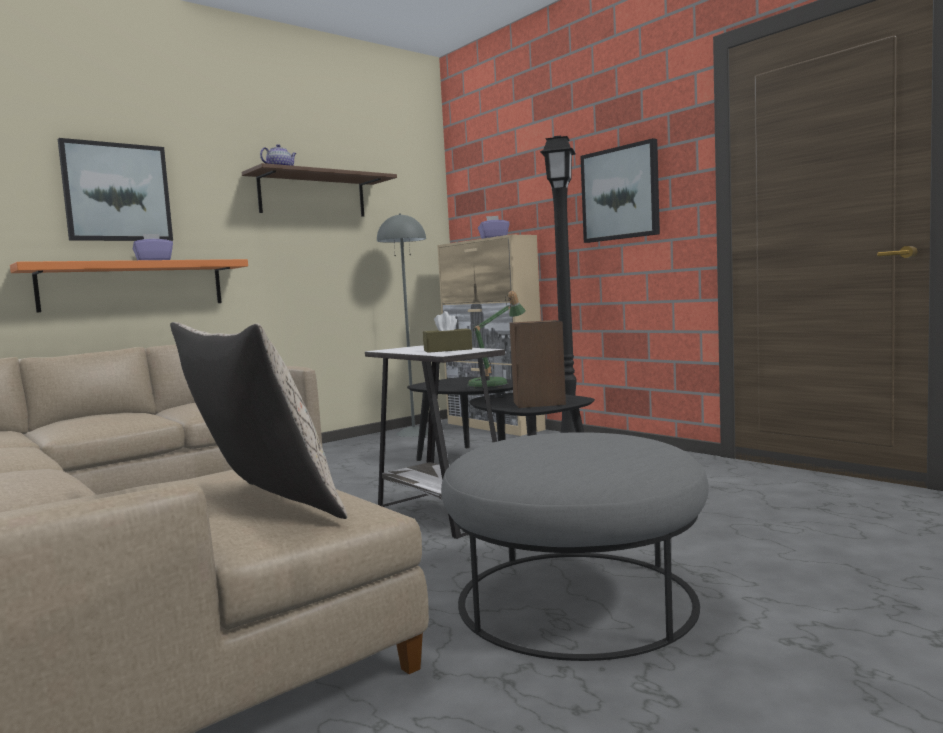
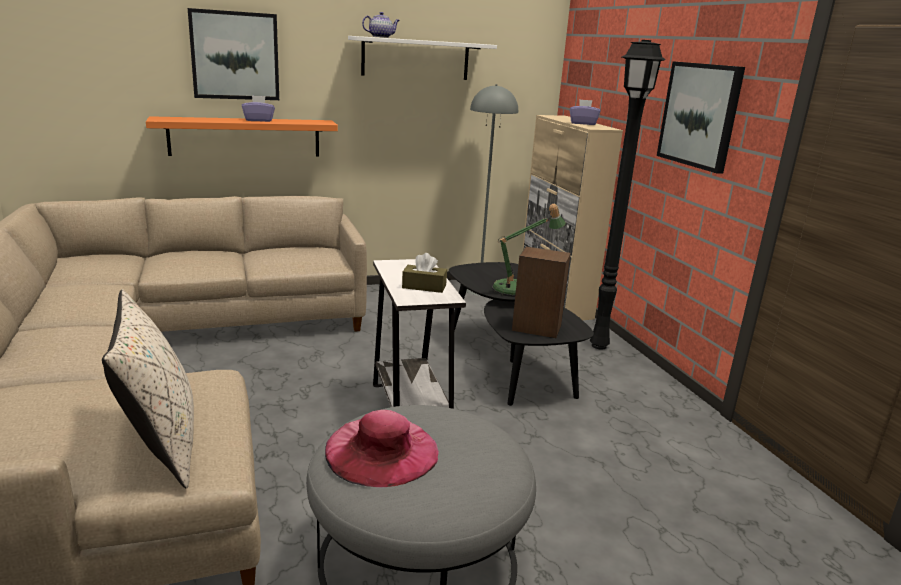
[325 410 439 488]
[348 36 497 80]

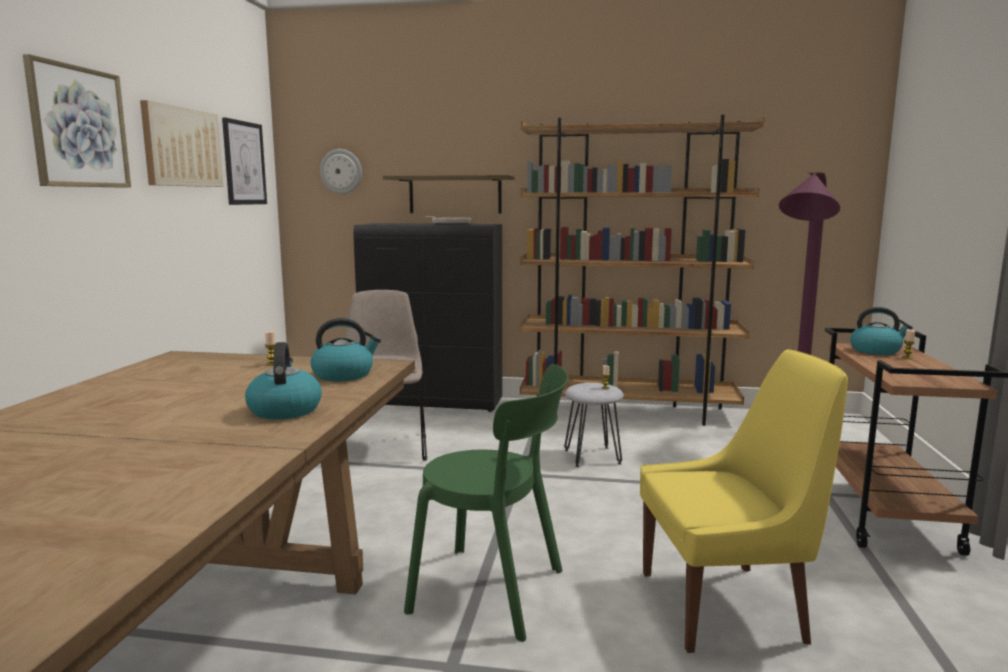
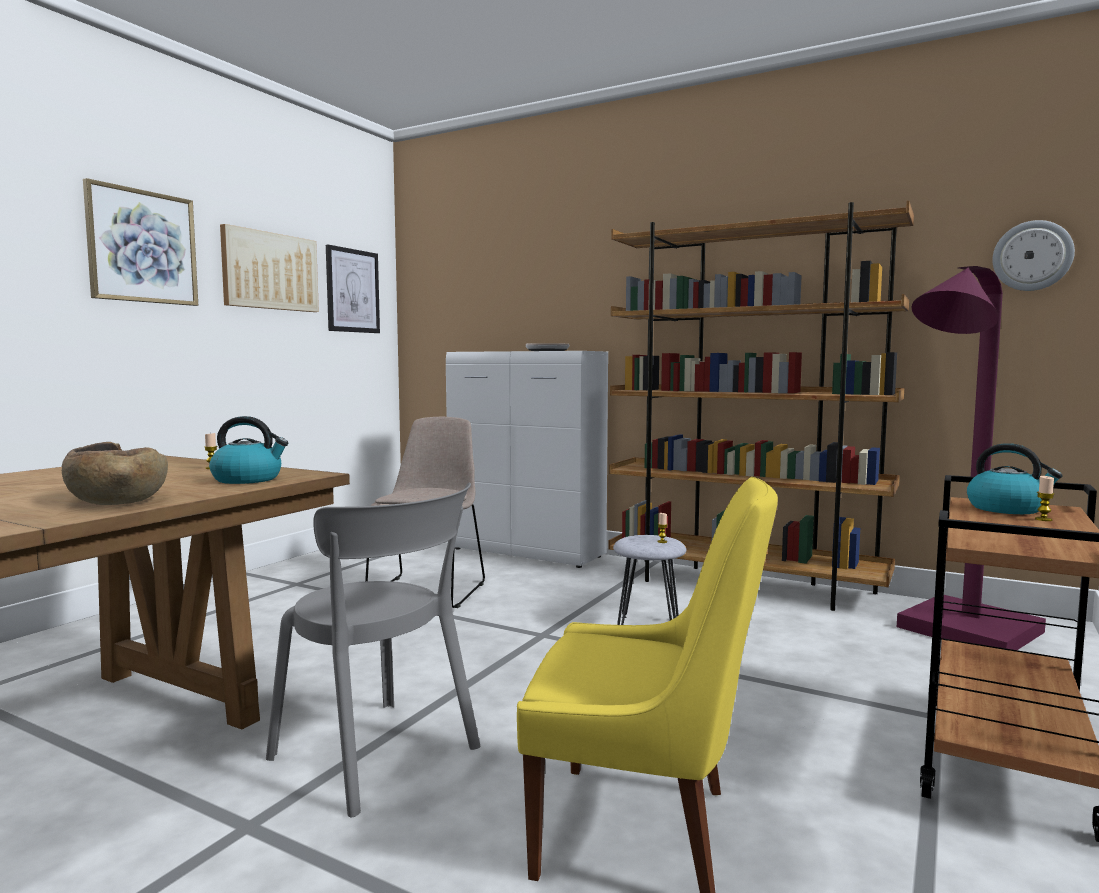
[383 175 515 214] (first image)
[992 220 1075 291]
[62 442 168 505]
[446 351 608 568]
[266 483 480 817]

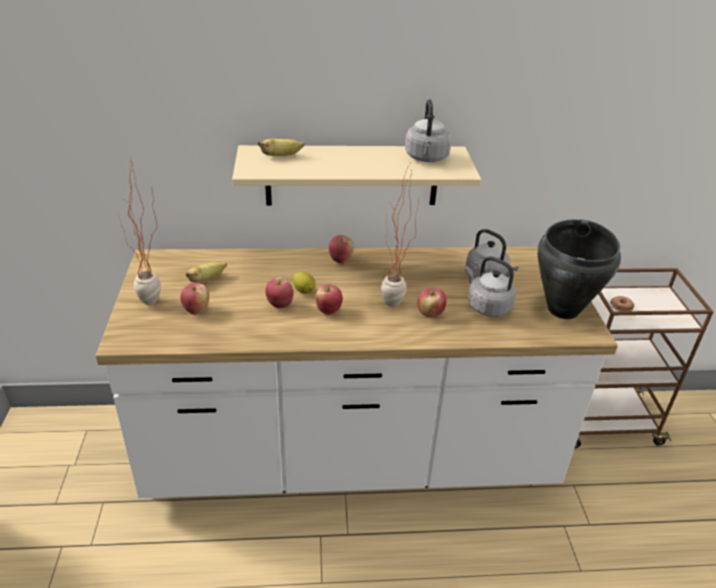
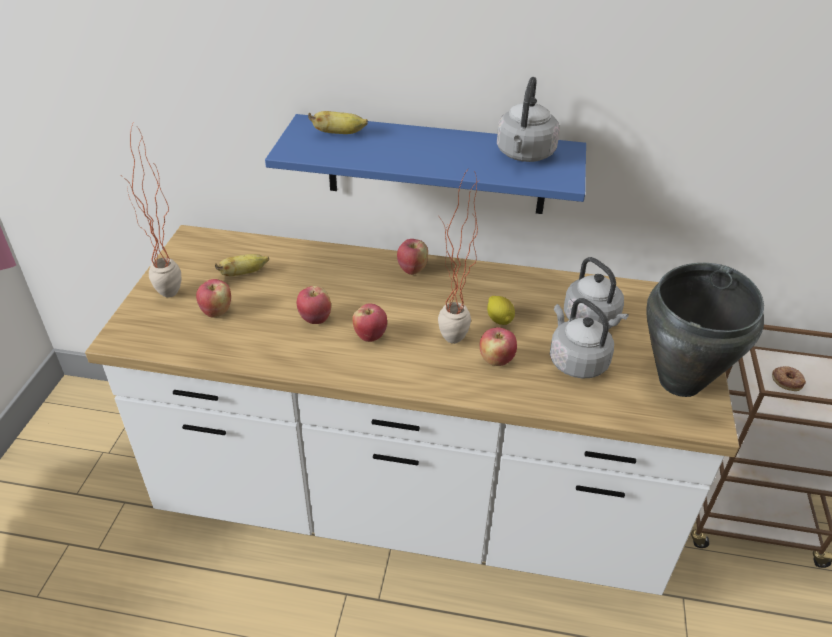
[487 296 515 325]
[265 114 586 214]

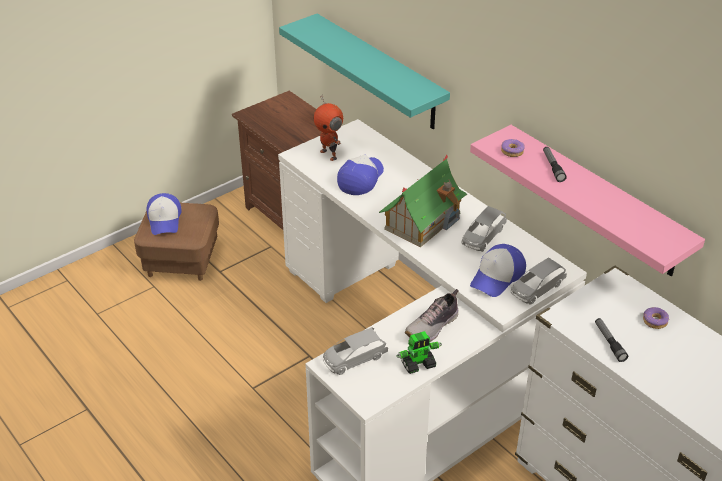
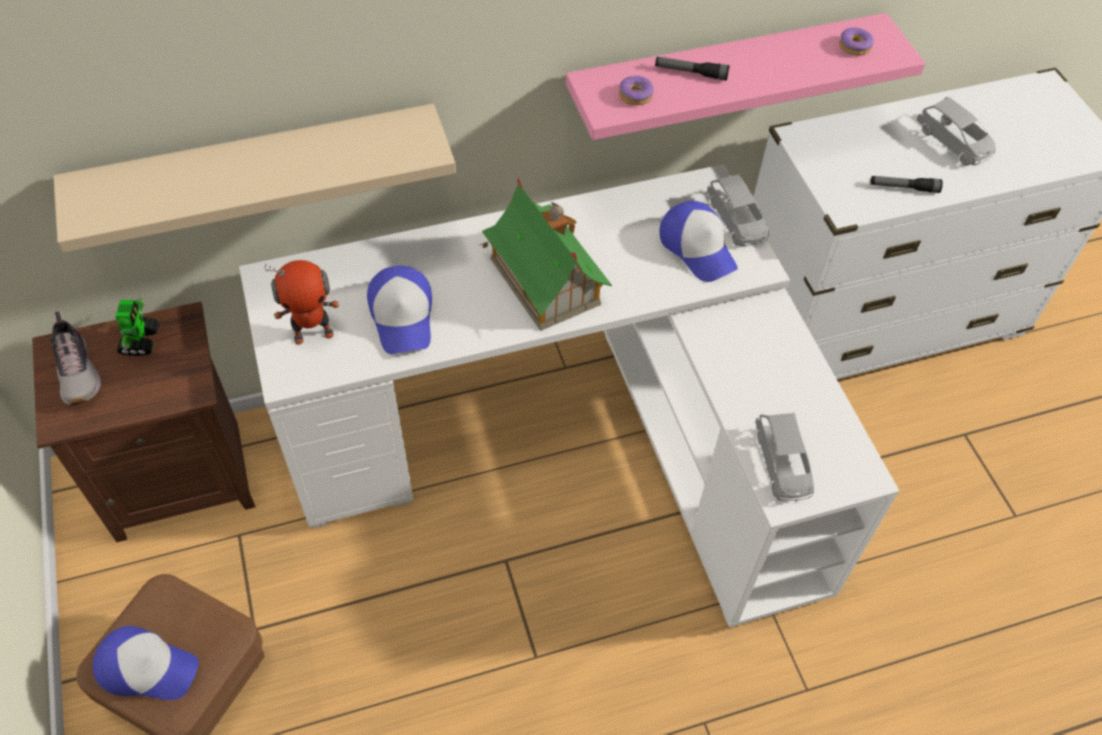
[115 298 159 356]
[50 311 101 405]
[917 97 996 166]
[839 28 874 56]
[53 104 456 253]
[367 266 432 354]

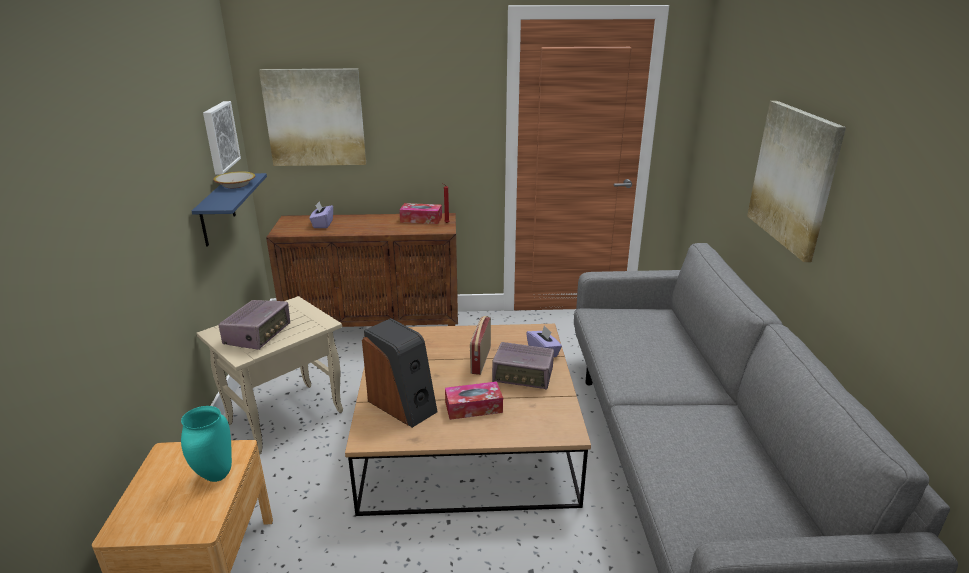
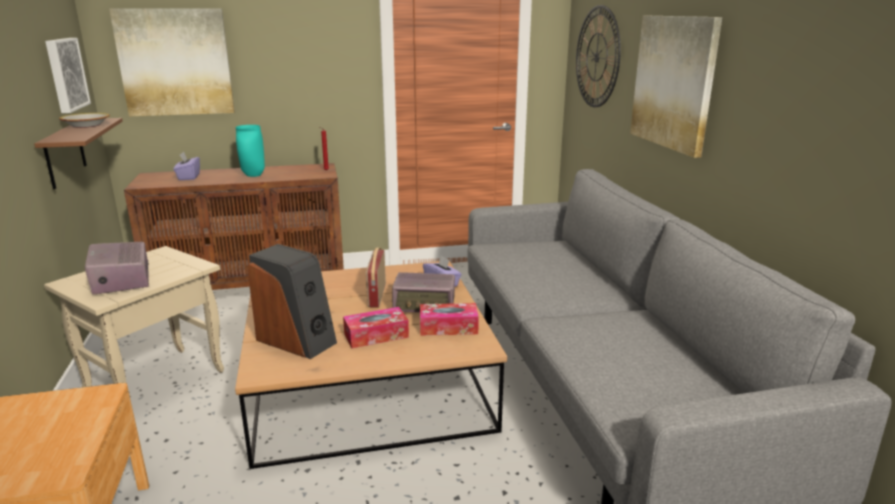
[576 5 621 107]
[236 125 265 177]
[420 303 479 336]
[34 118 123 189]
[85 242 149 294]

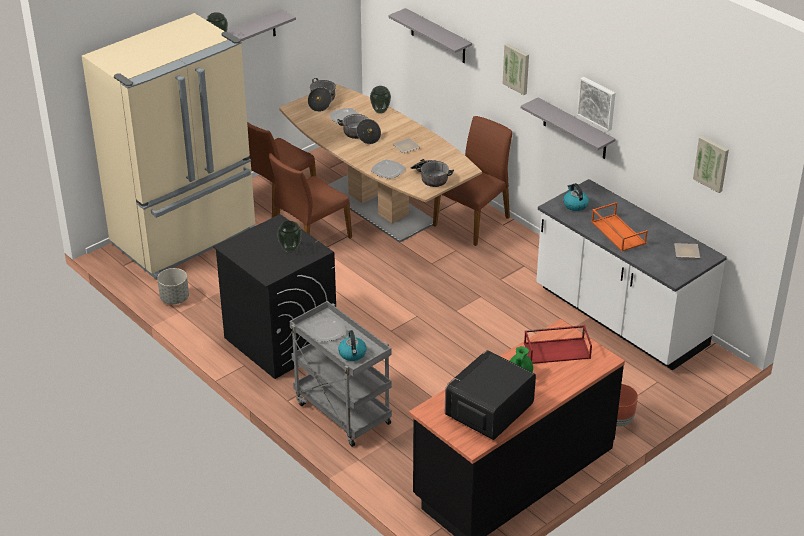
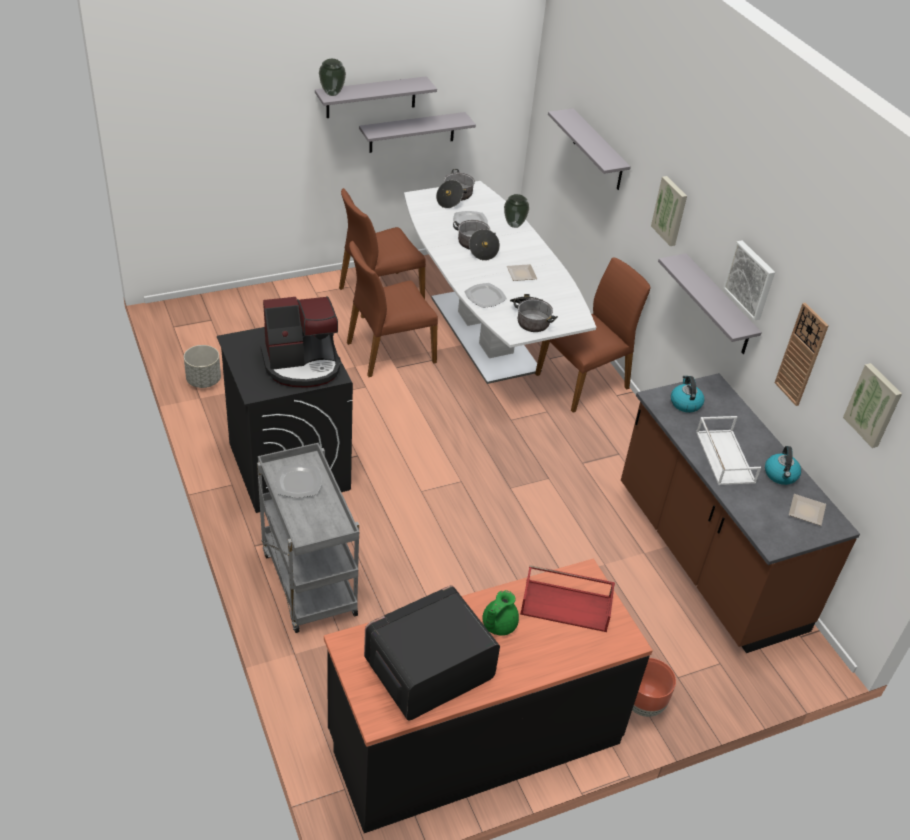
[82 13 255 280] (first image)
[359 112 476 153]
[775 303 829 406]
[765 446 801 485]
[261 296 340 388]
[404 181 596 384]
[621 373 860 653]
[696 416 761 485]

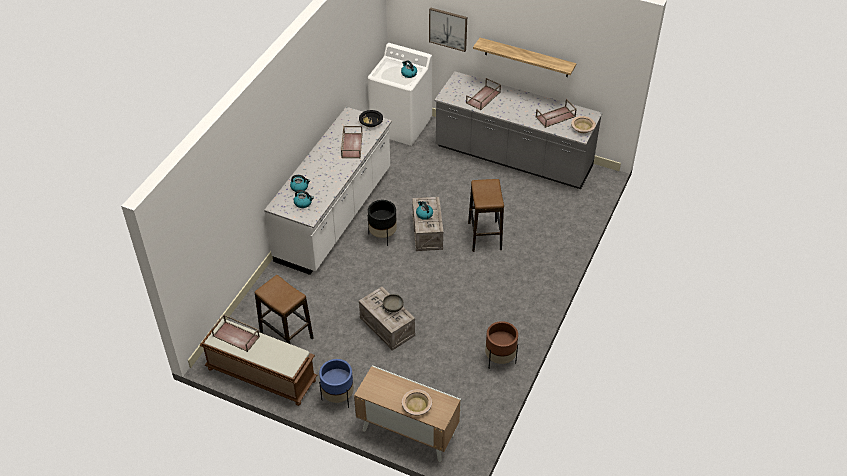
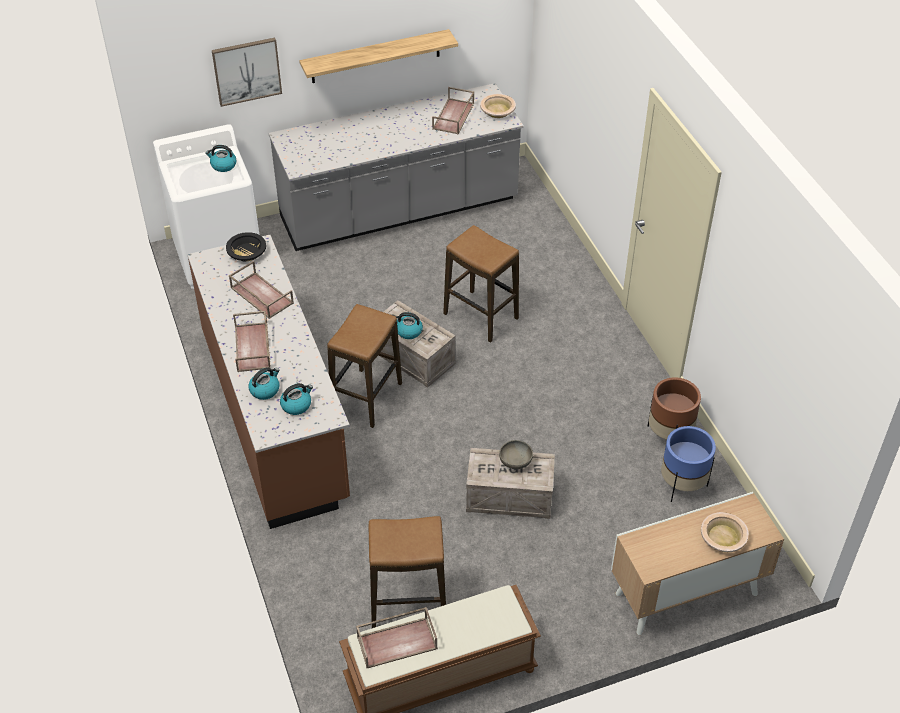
[661 426 716 502]
[233 311 271 372]
[327 304 402 428]
[187 235 350 529]

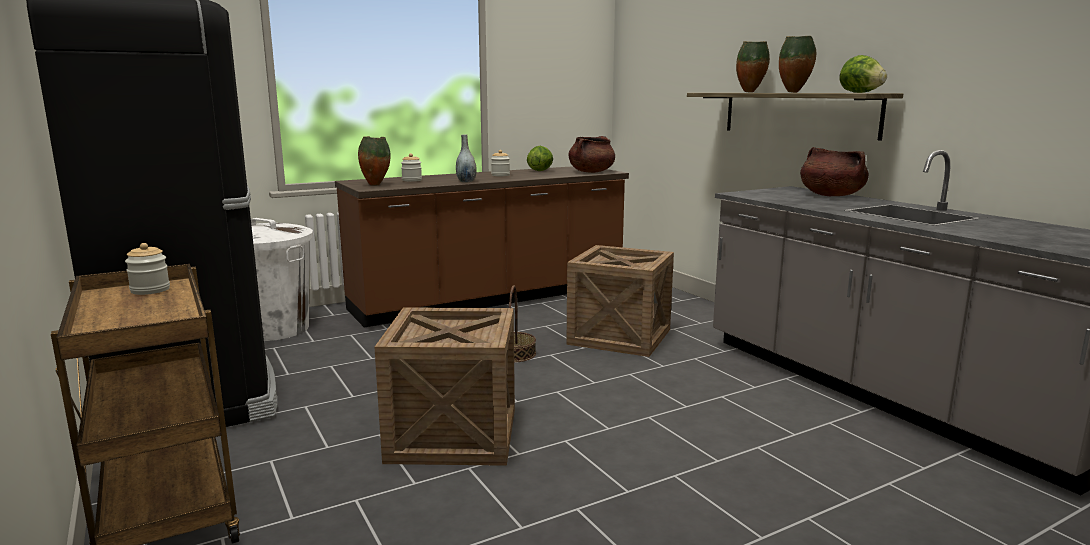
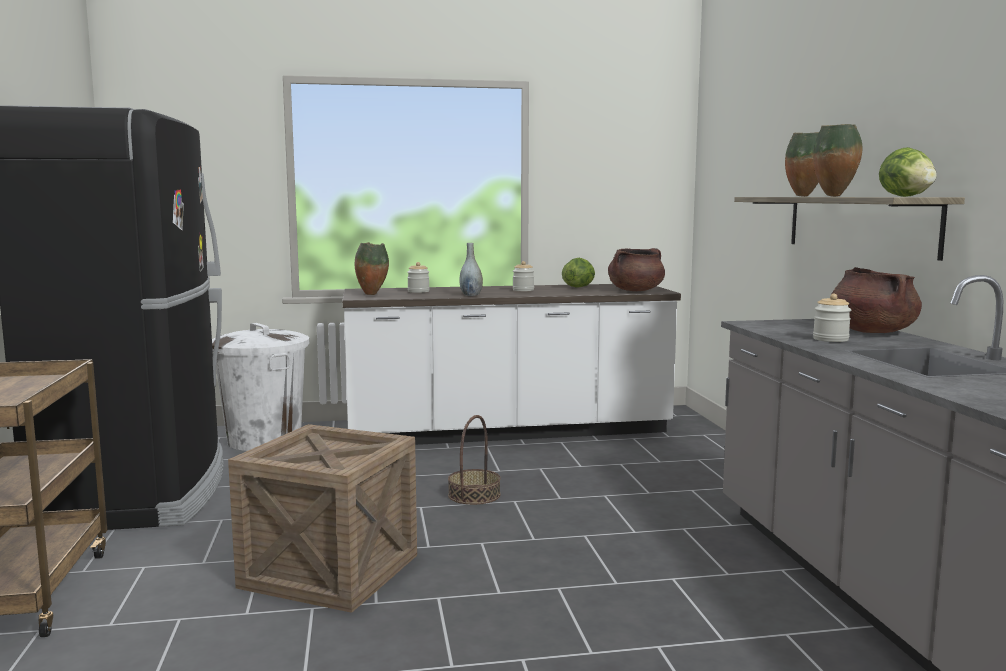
[567 245 674 357] (first image)
[813 294 851 342]
[342 284 681 445]

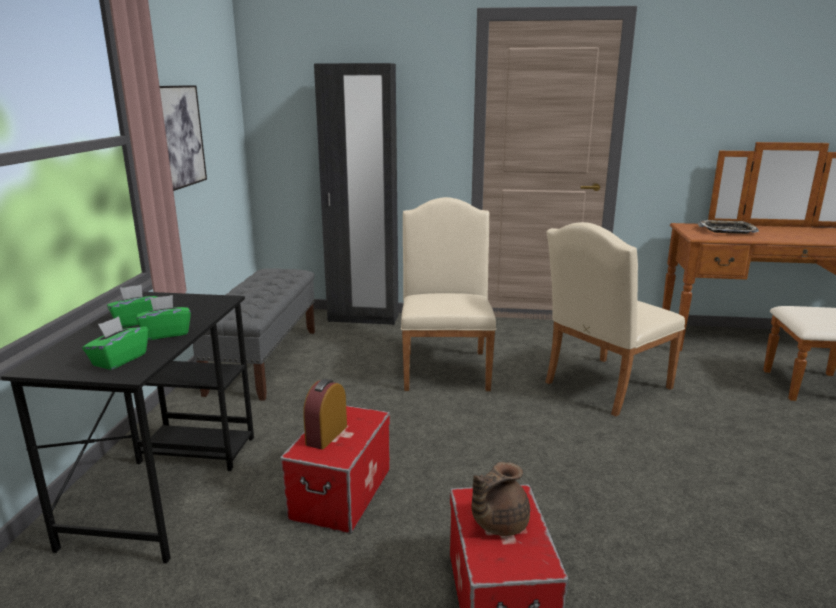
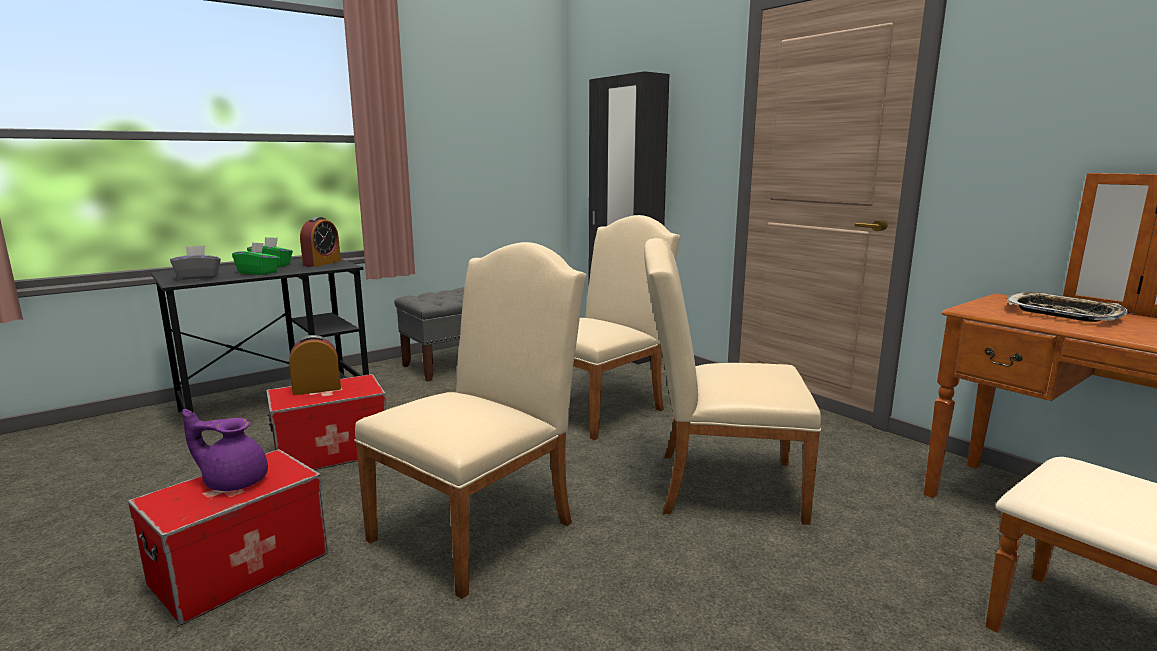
[160 85 207 191] (first image)
[300 217 341 267]
[354 242 587 599]
[170 245 221 280]
[182 409 268 491]

